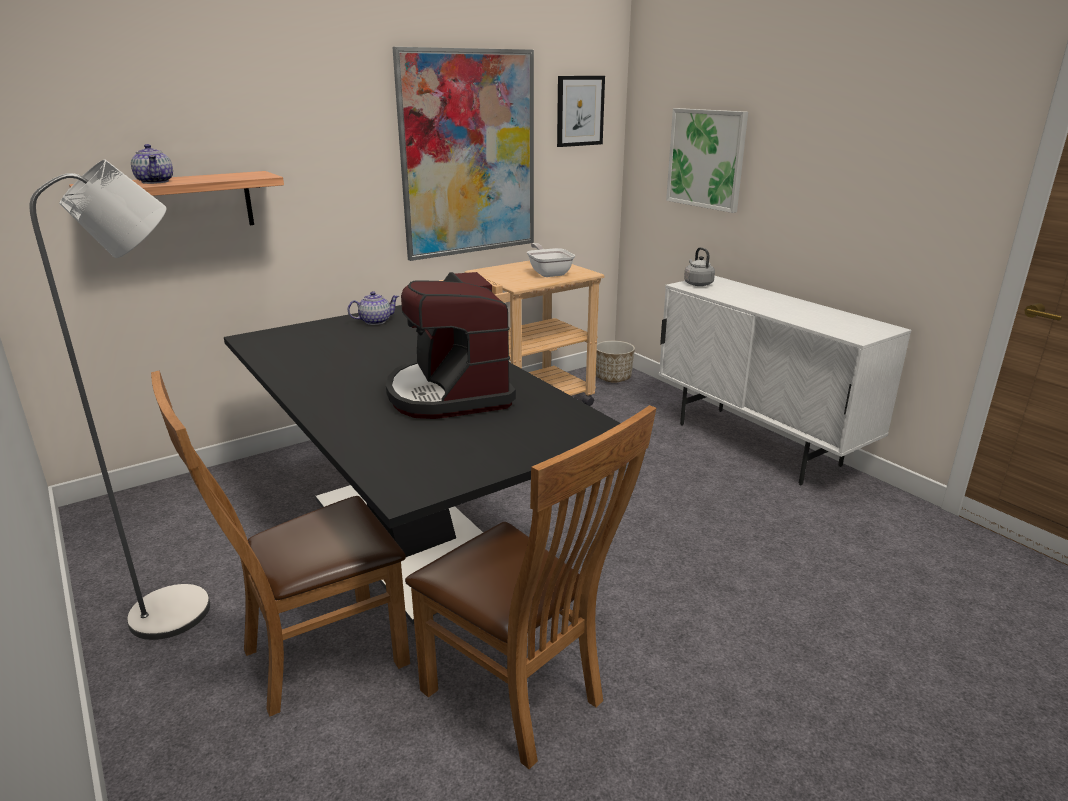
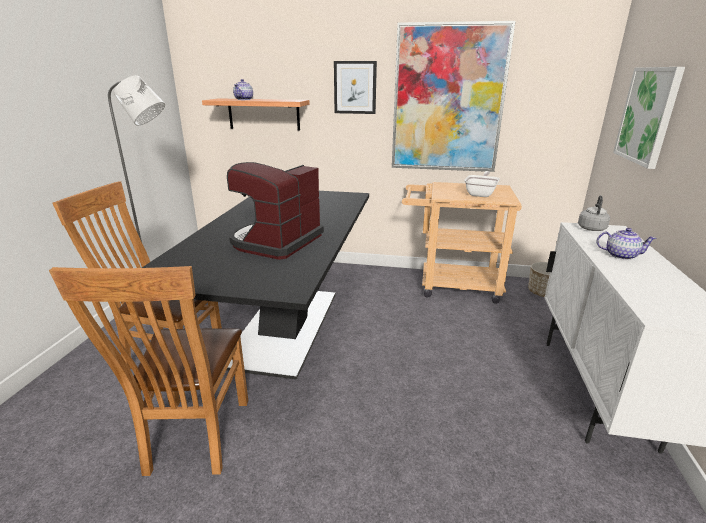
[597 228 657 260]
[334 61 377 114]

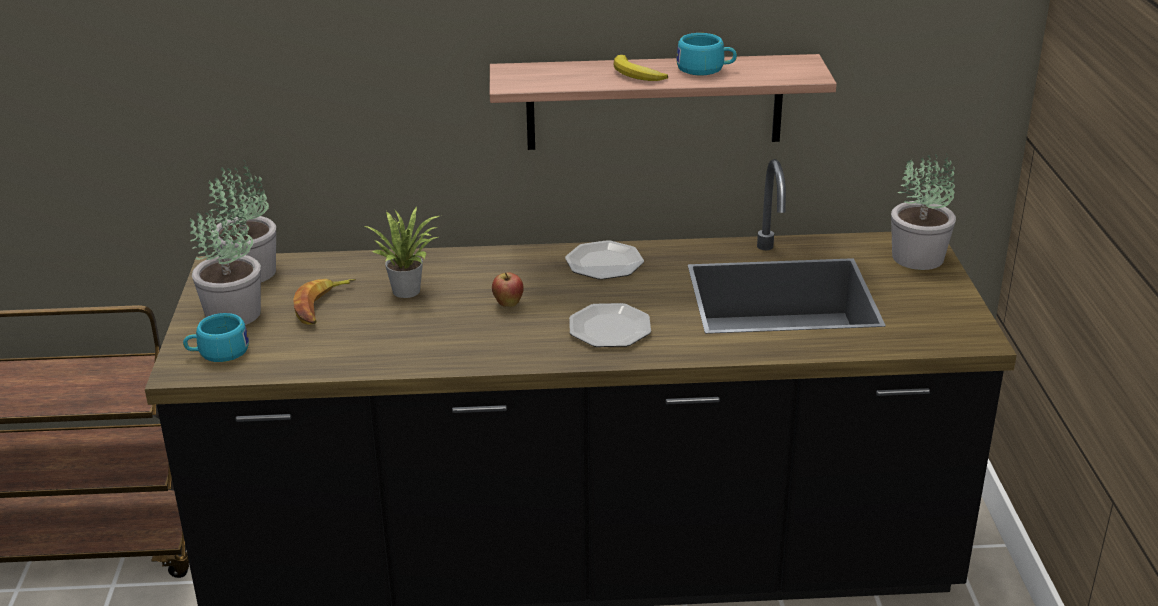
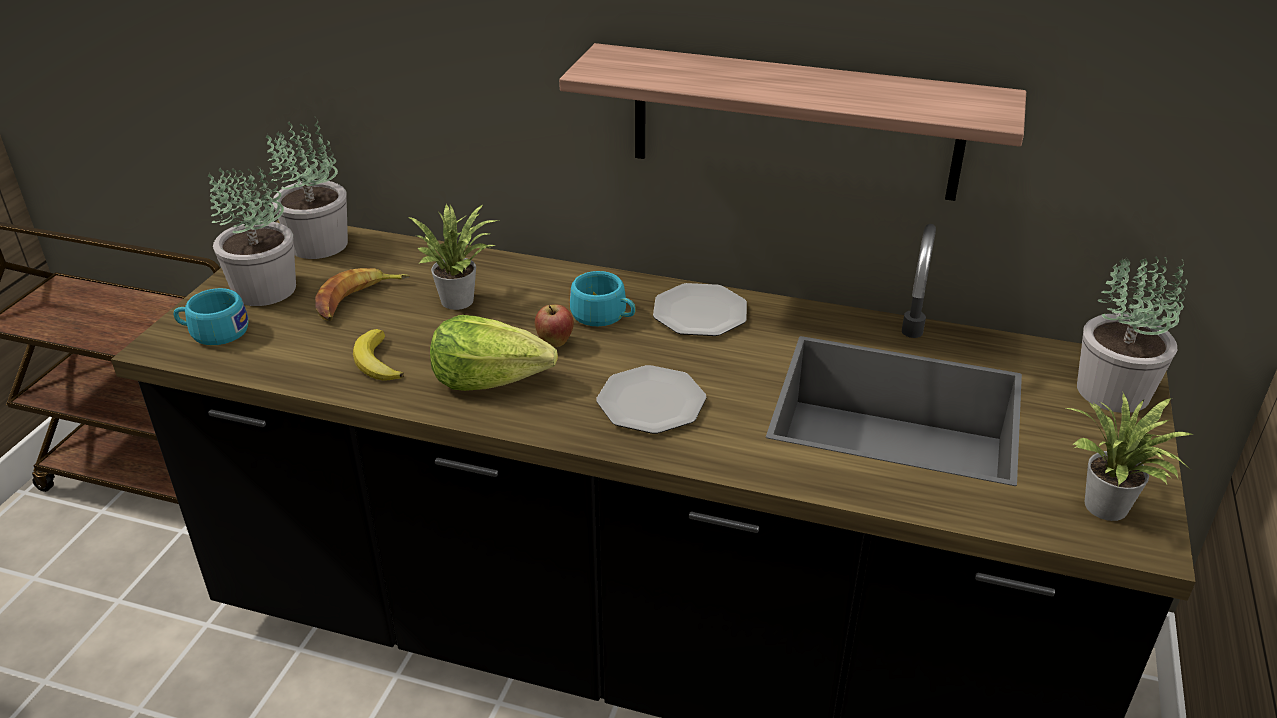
[430 315 558 391]
[1066 393 1194 521]
[353 329 404 381]
[570 271 636 326]

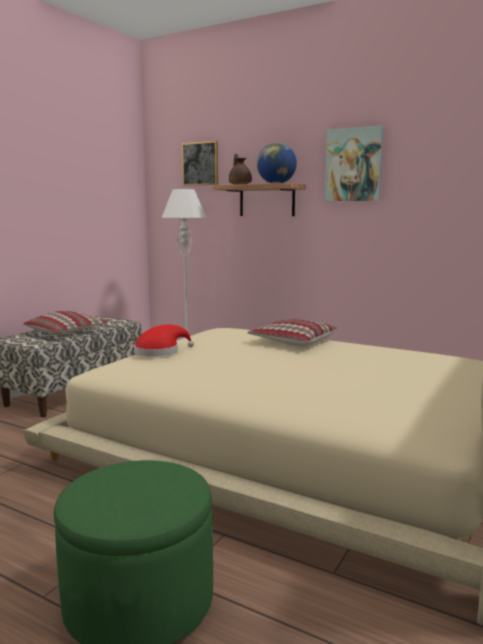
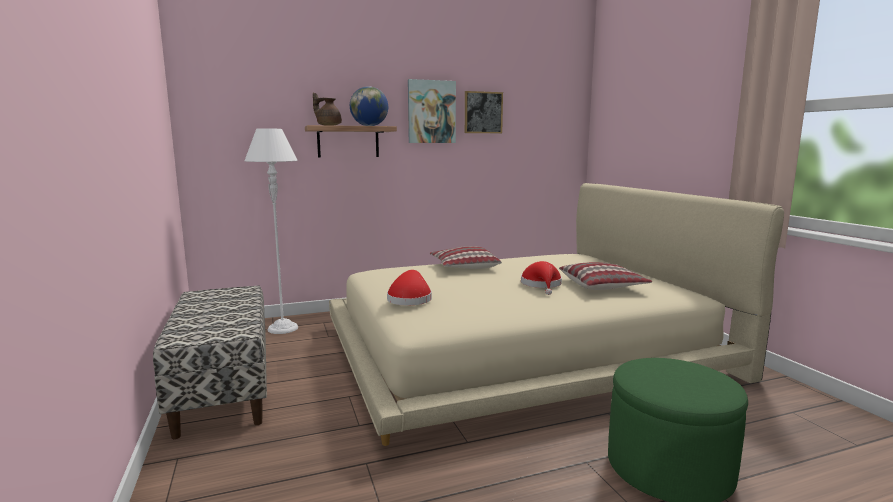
[521 261 562 295]
[559 262 652 290]
[465 91 503 133]

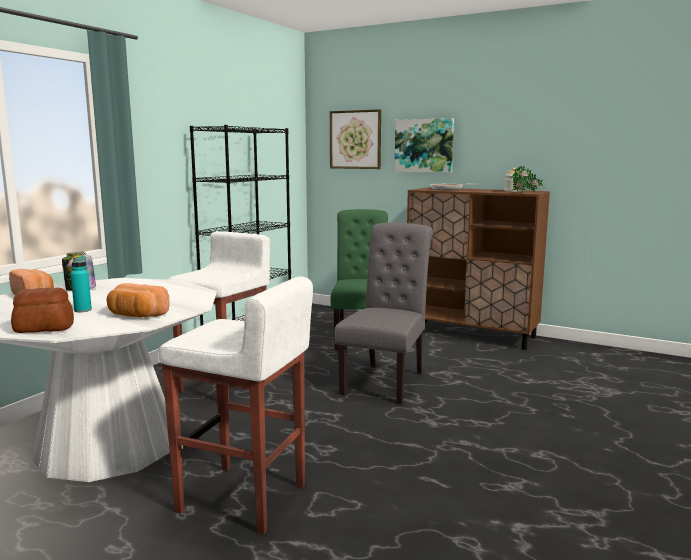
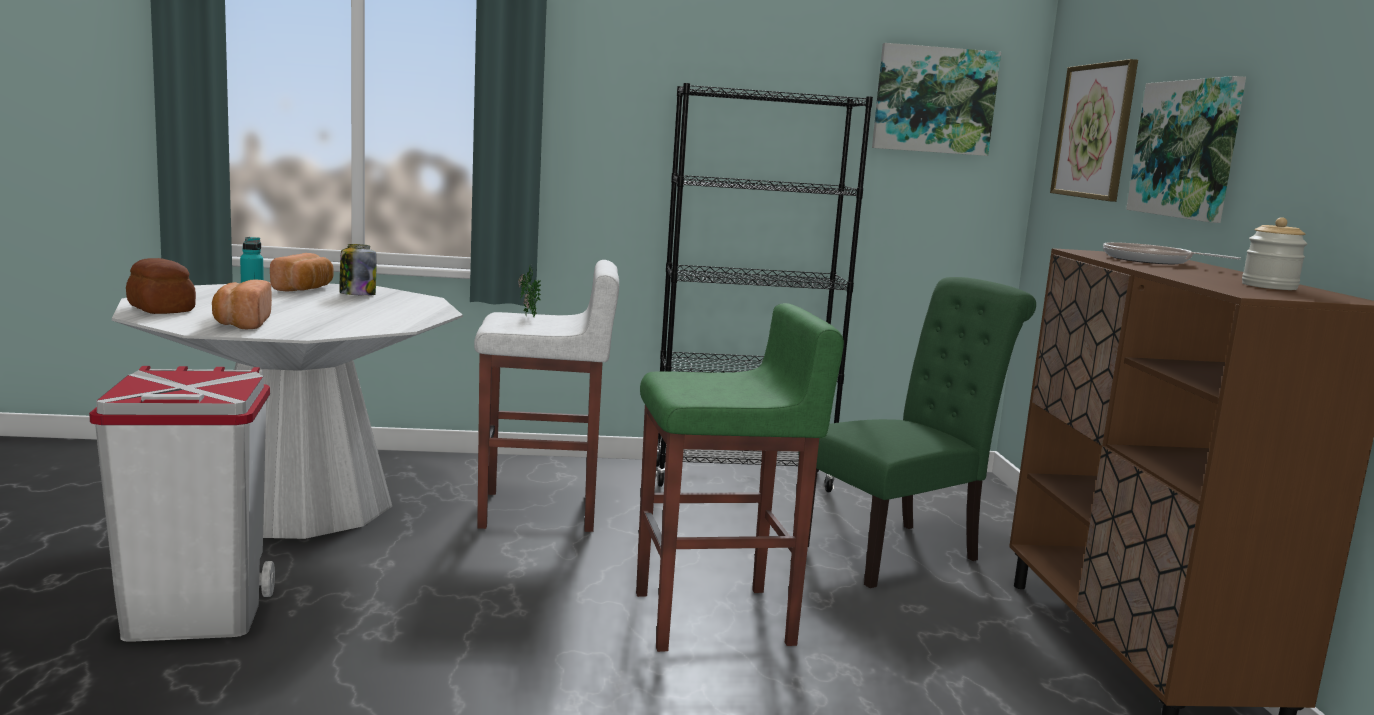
[872 43 1001 156]
[518 265 541 317]
[89 366 275 642]
[636 303 844 652]

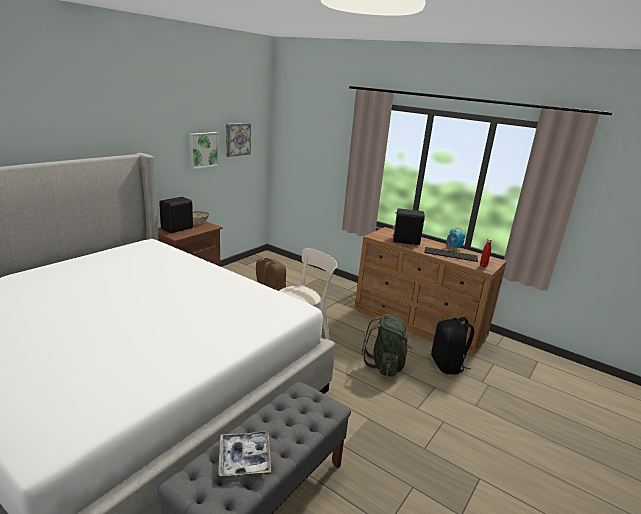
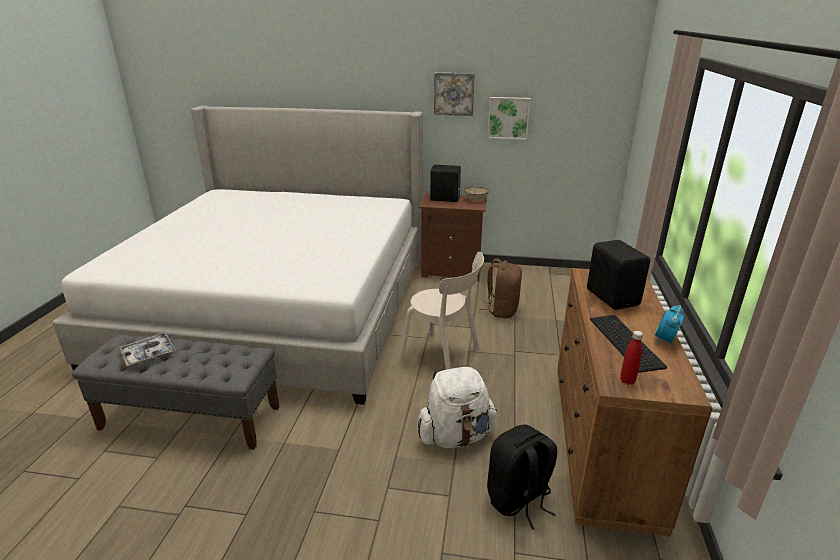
[434 73 475 116]
[417 366 497 448]

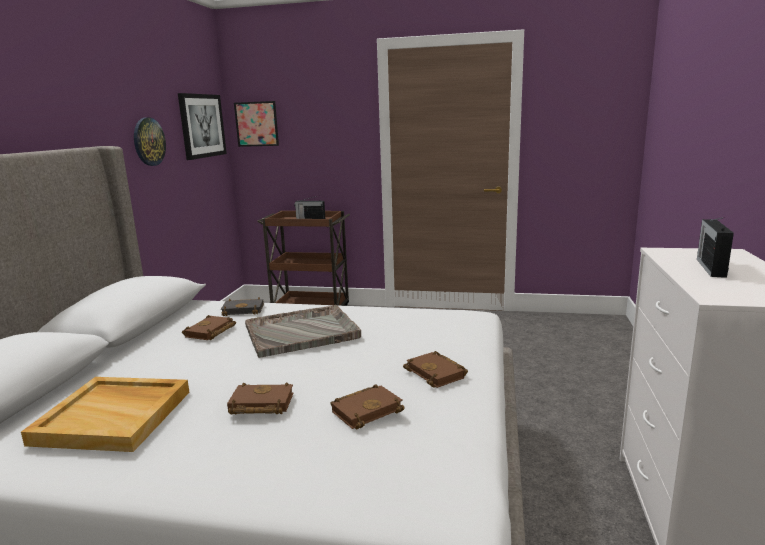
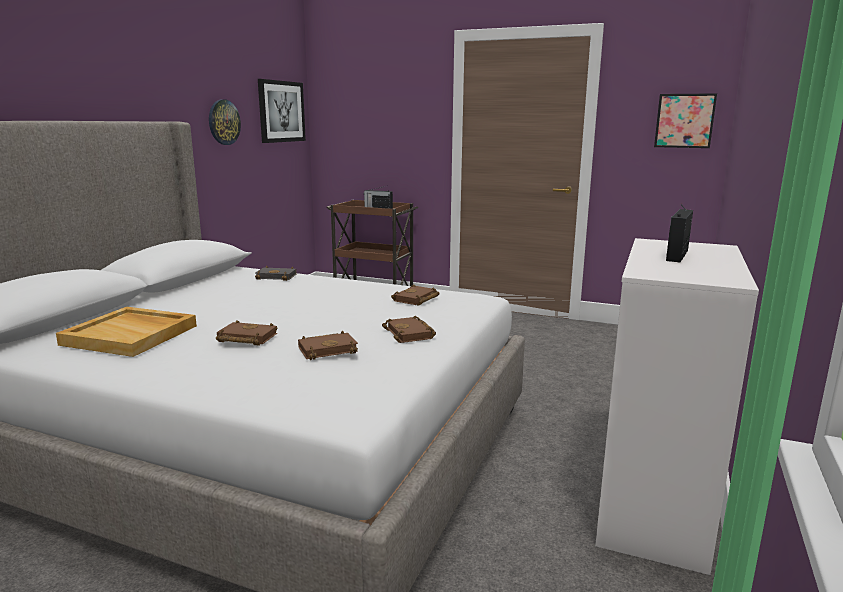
[245 305 361 358] (first image)
[391 284 440 306]
[654 93 717 148]

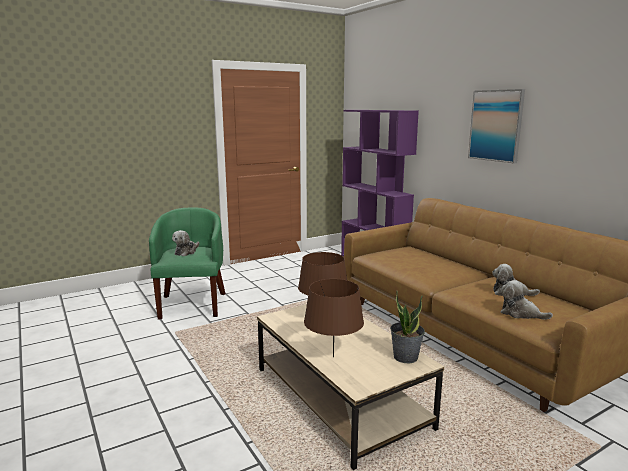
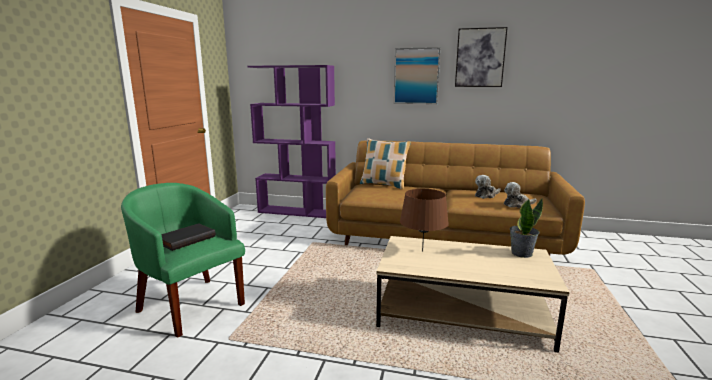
[304 279 364 357] (first image)
[360 138 411 189]
[455 27 508 87]
[161 223 216 251]

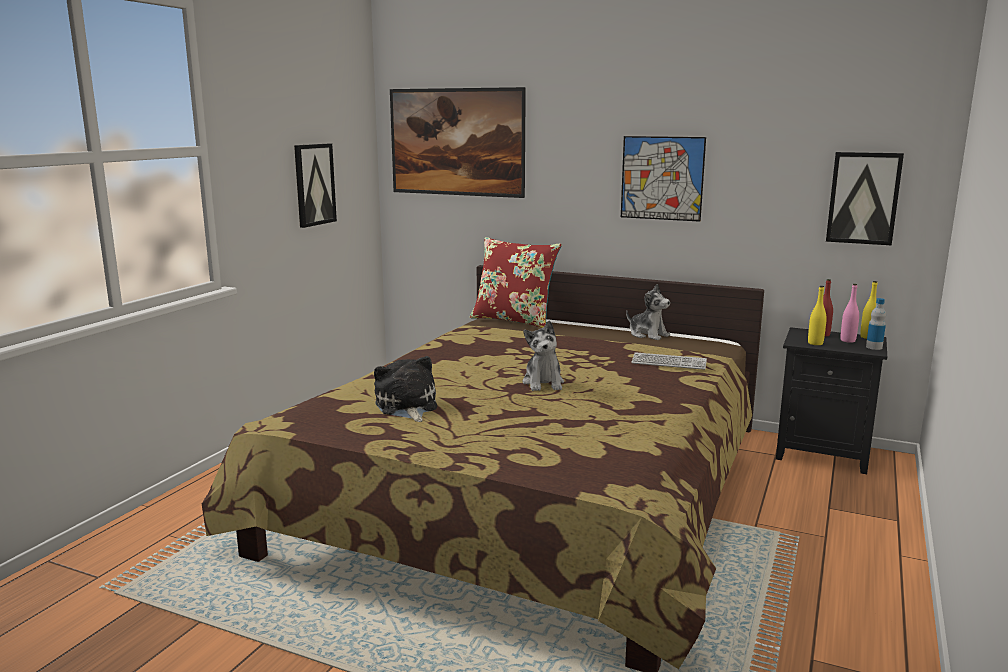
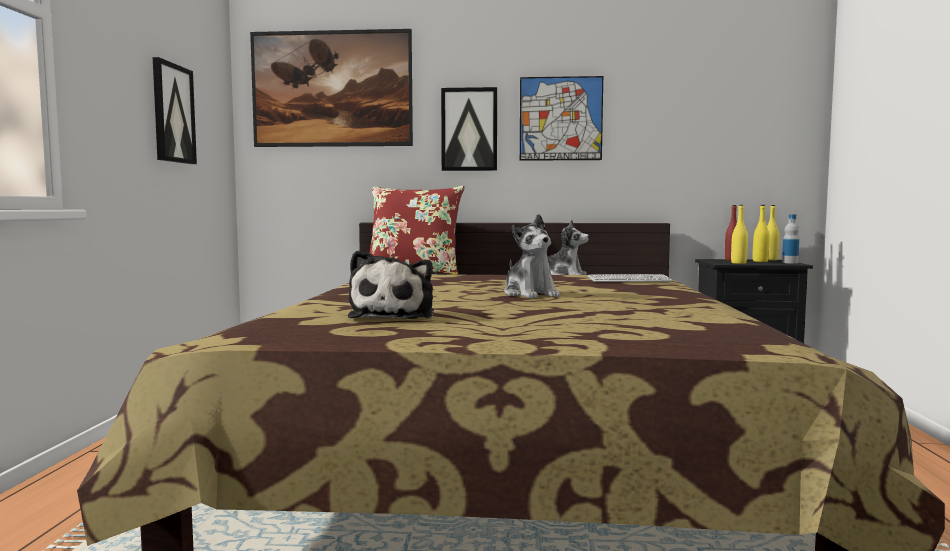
[441 87 497 171]
[753 205 769 262]
[348 250 434 319]

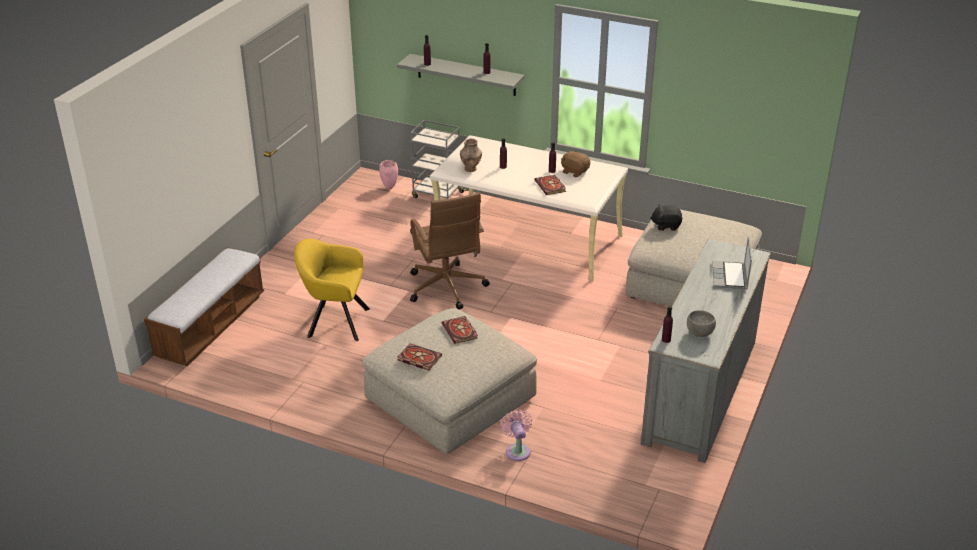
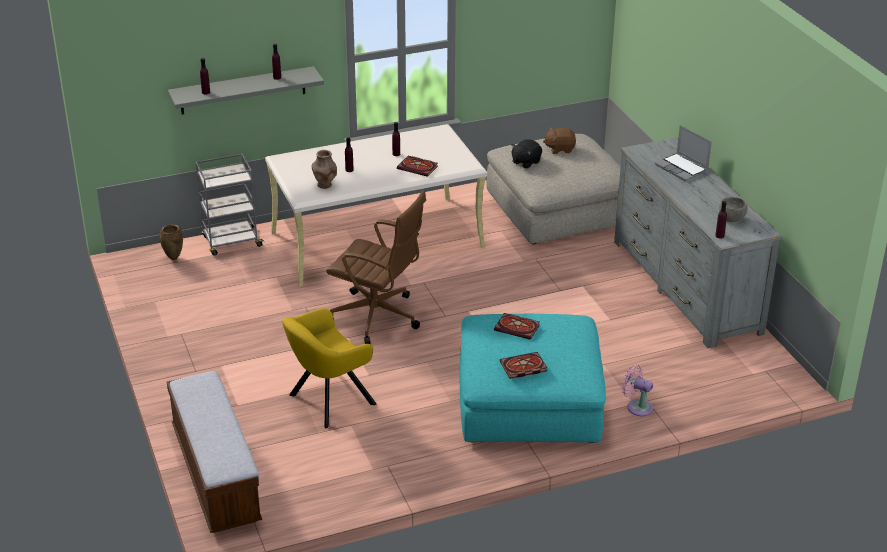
[543 127 576 154]
[460 314 606 443]
[159 224 183 260]

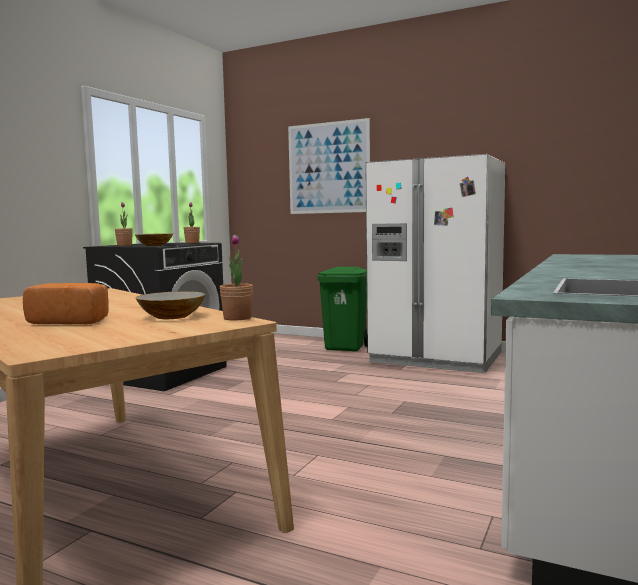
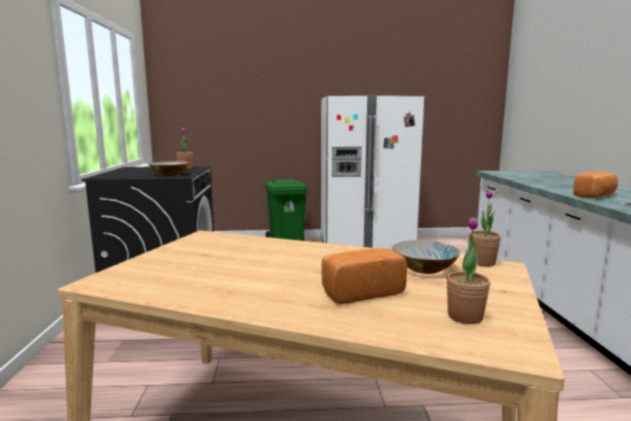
[288 118 370 214] (first image)
[573 171 618 198]
[447 217 490 324]

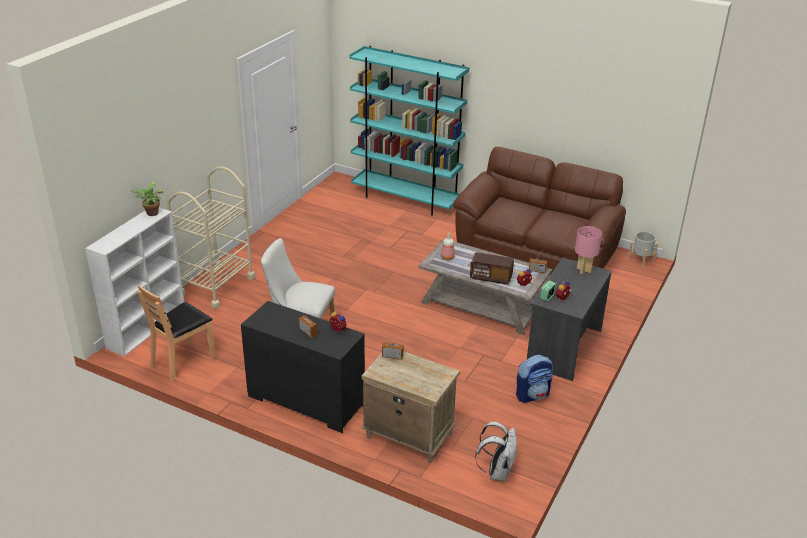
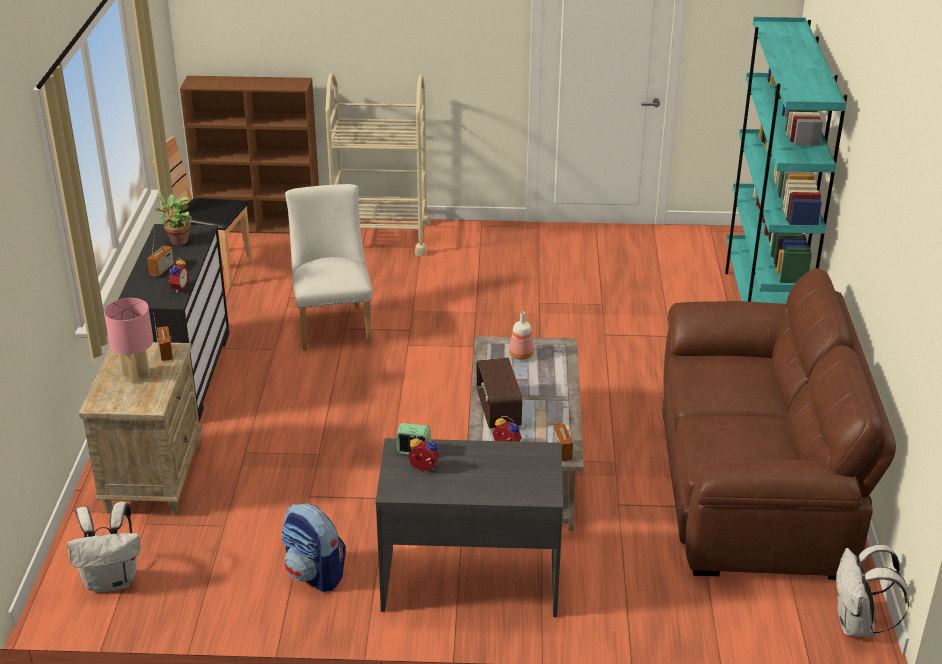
[155 193 192 245]
[104 298 153 384]
[836 544 909 637]
[180 76 319 234]

